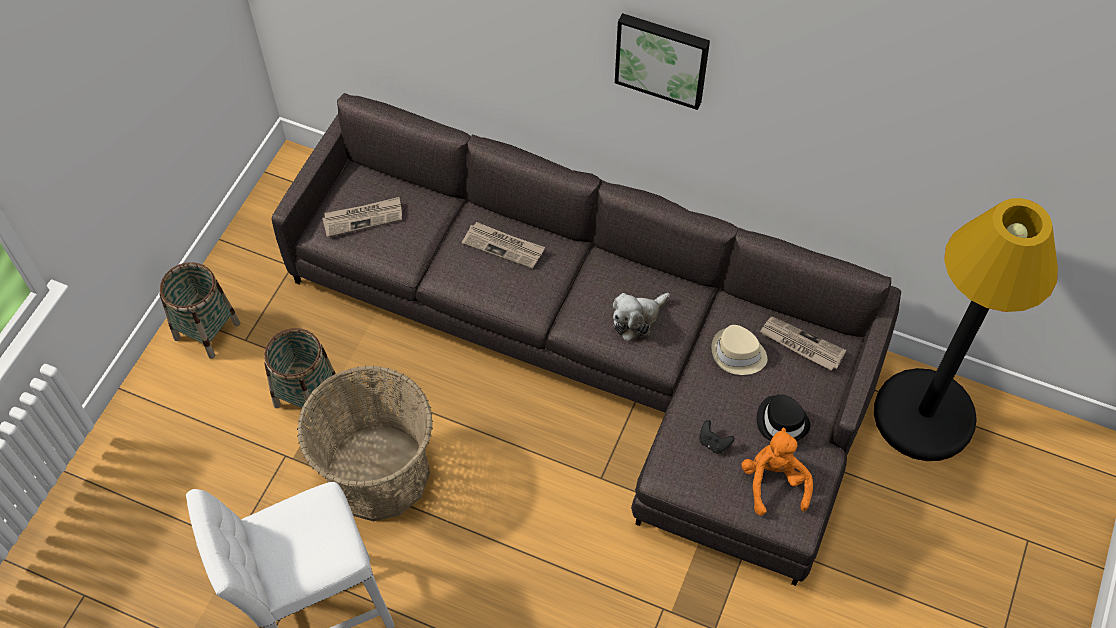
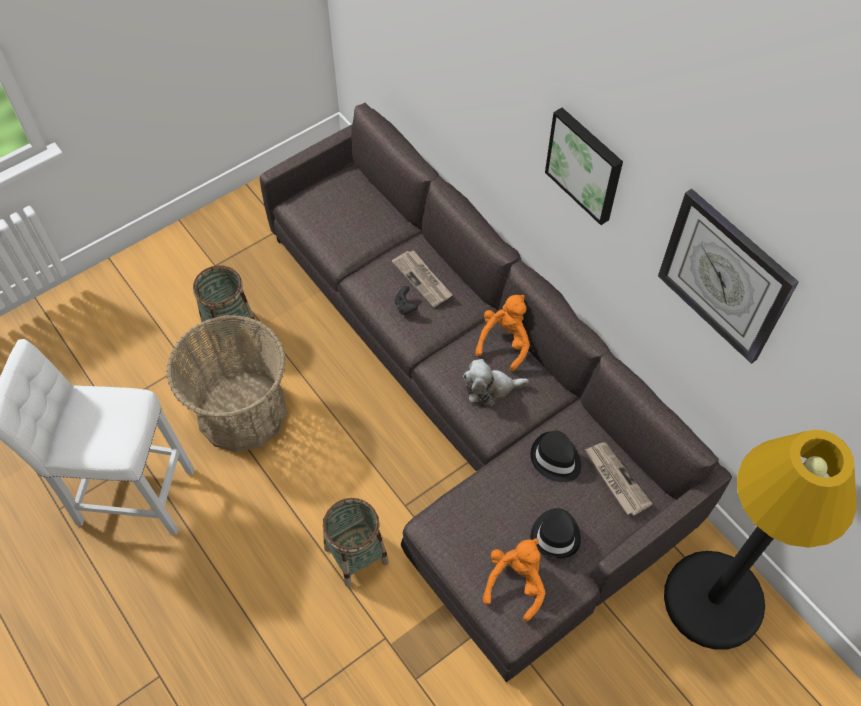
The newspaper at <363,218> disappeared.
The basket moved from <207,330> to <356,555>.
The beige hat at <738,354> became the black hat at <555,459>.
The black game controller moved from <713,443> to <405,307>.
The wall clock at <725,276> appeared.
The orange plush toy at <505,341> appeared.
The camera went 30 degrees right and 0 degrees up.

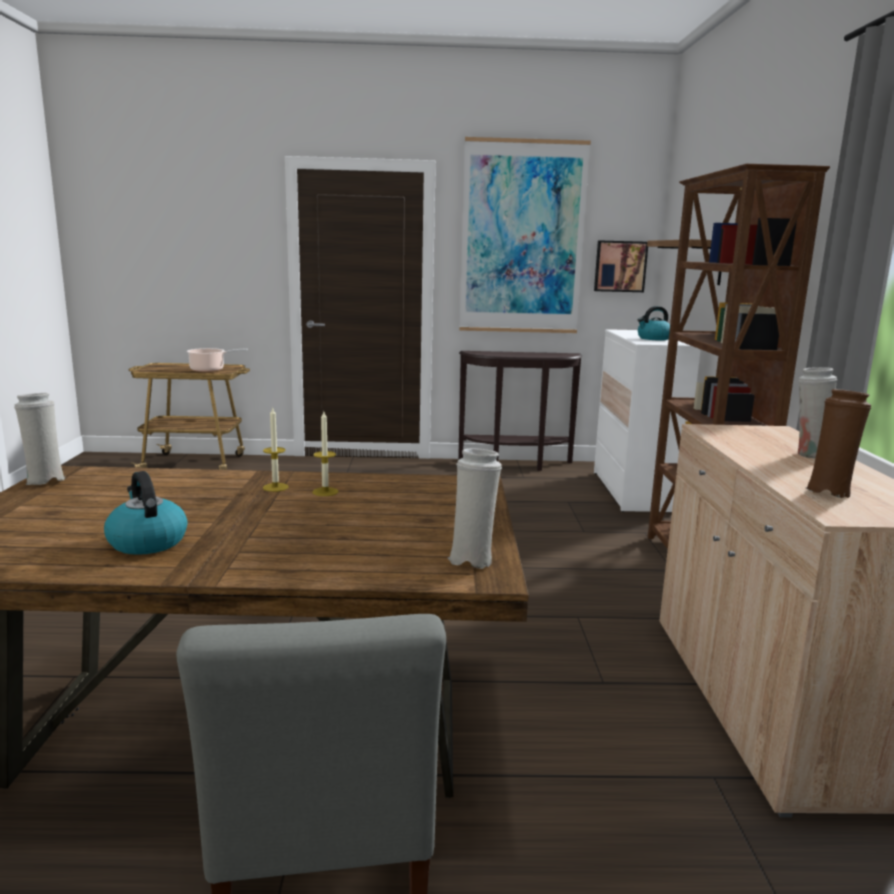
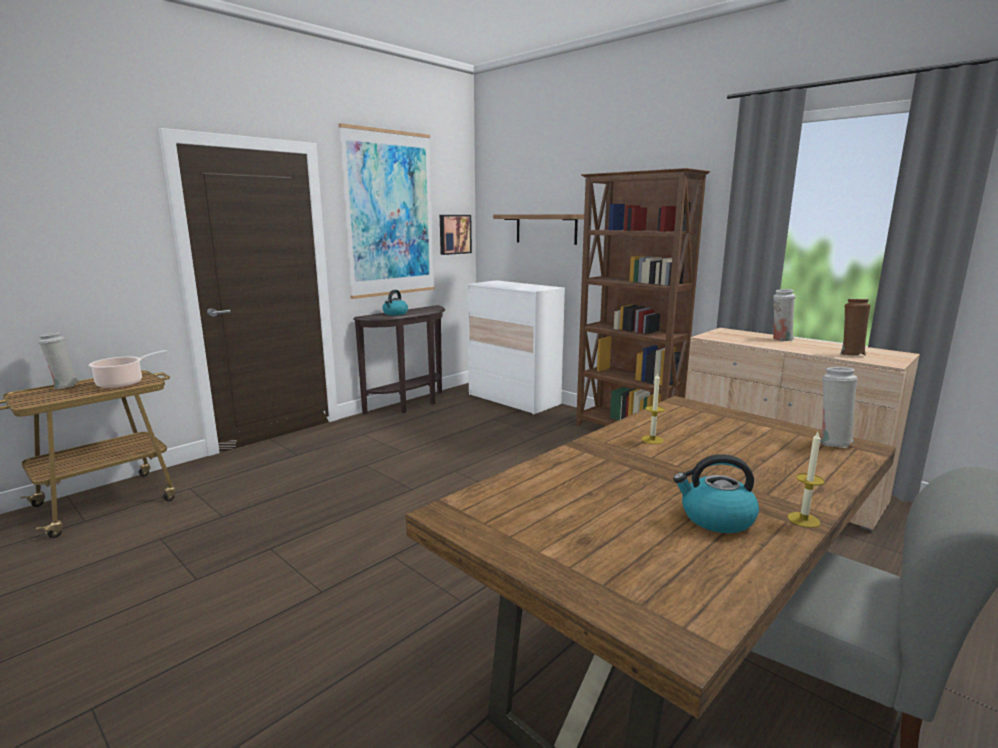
The kettle moved from <653,338> to <395,314>.
The white vase moved from <44,480> to <64,386>.
The candle moved from <275,487> to <803,520>.
The camera went 45 degrees left and 0 degrees up.

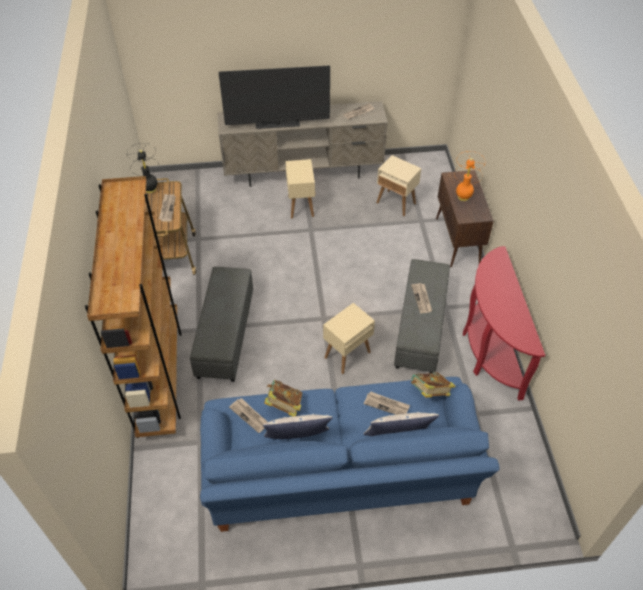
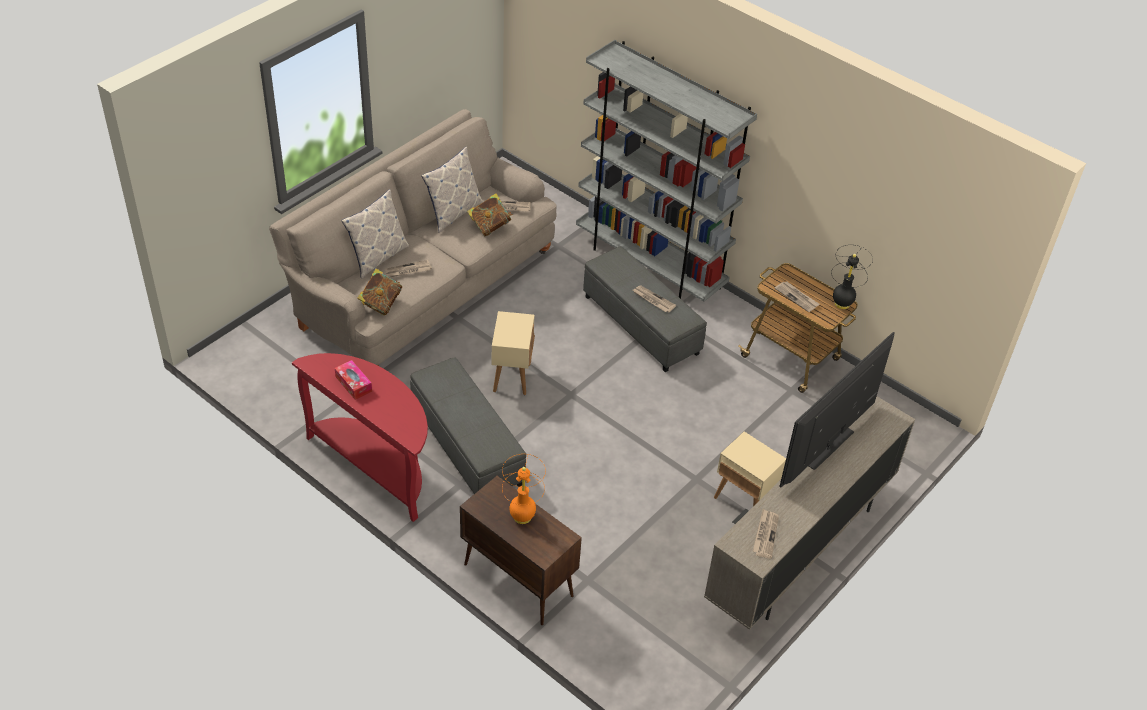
The beige side table at <396,203> disappeared.
The brown bookcase at <160,376> became the grey bookcase at <650,264>.
The newspaper moved from <422,299> to <653,300>.
The blue sofa at <340,476> became the beige sofa at <422,287>.
The tissue box at <353,384> appeared.
The camera went 135 degrees right and 5 degrees down.

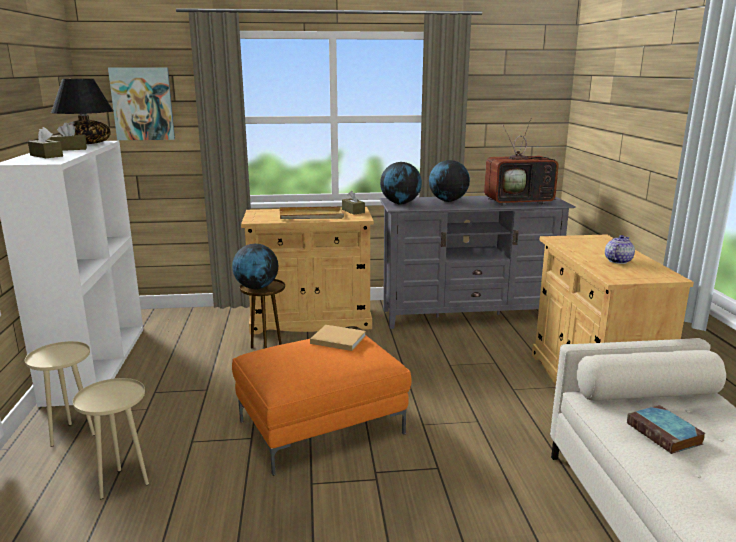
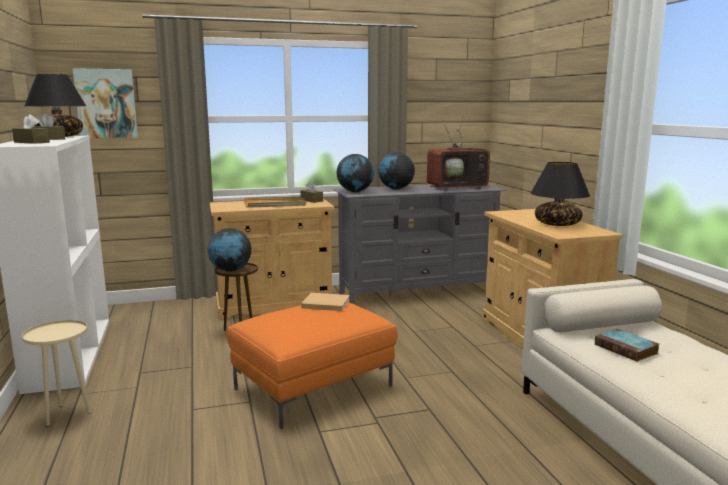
The teapot at <617,261> was replaced by the black table lamp at <557,224>.
The beige side table at <123,484> disappeared.
The camera went 10 degrees left and 5 degrees down.

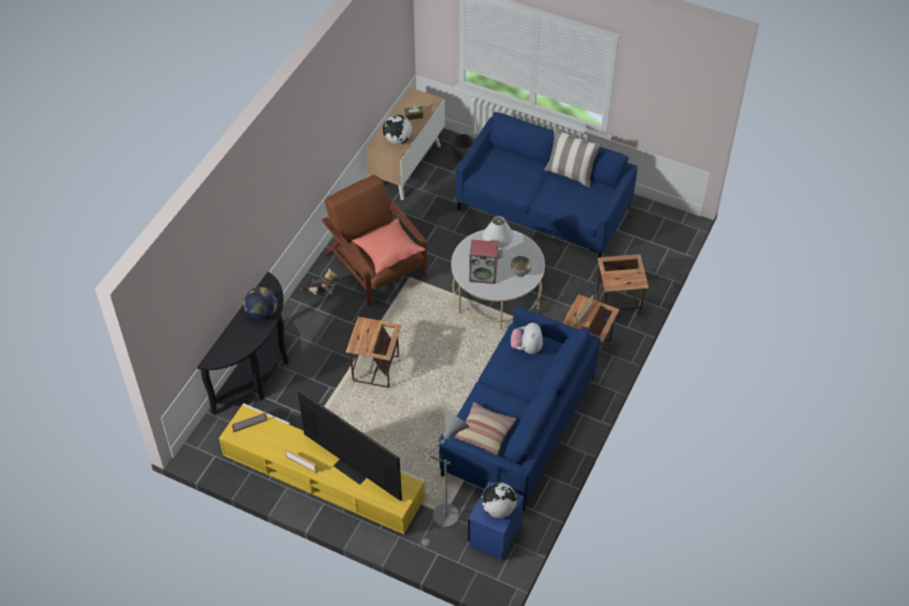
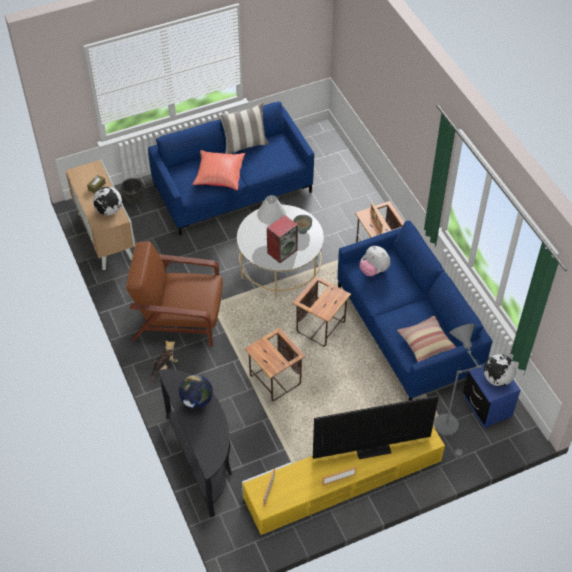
The red pillow moved from <388,253> to <219,176>.
The side table moved from <619,304> to <321,327>.
The camera went 50 degrees left and 0 degrees up.

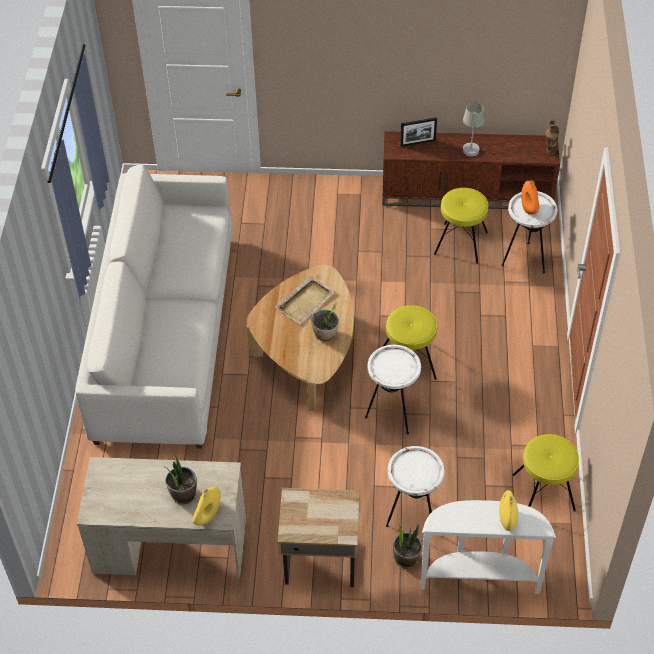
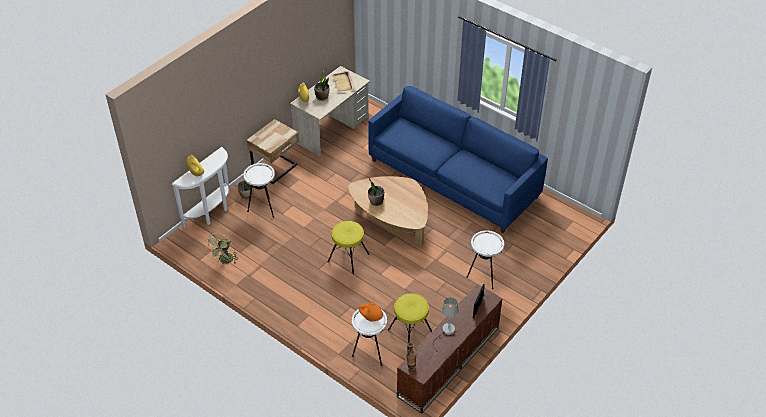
The white sofa at <165,335> became the blue sofa at <453,179>.
The beige tray moved from <305,301> to <343,83>.
The white side table moved from <392,415> to <483,277>.
The yellow stool at <543,492> was replaced by the green fan at <225,261>.
The camera went 125 degrees right and 5 degrees down.

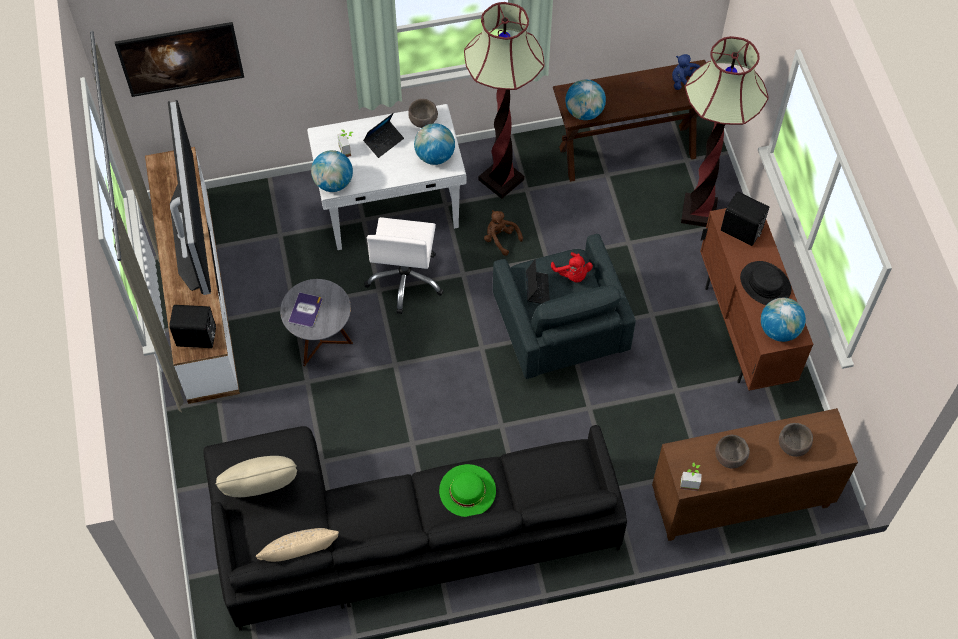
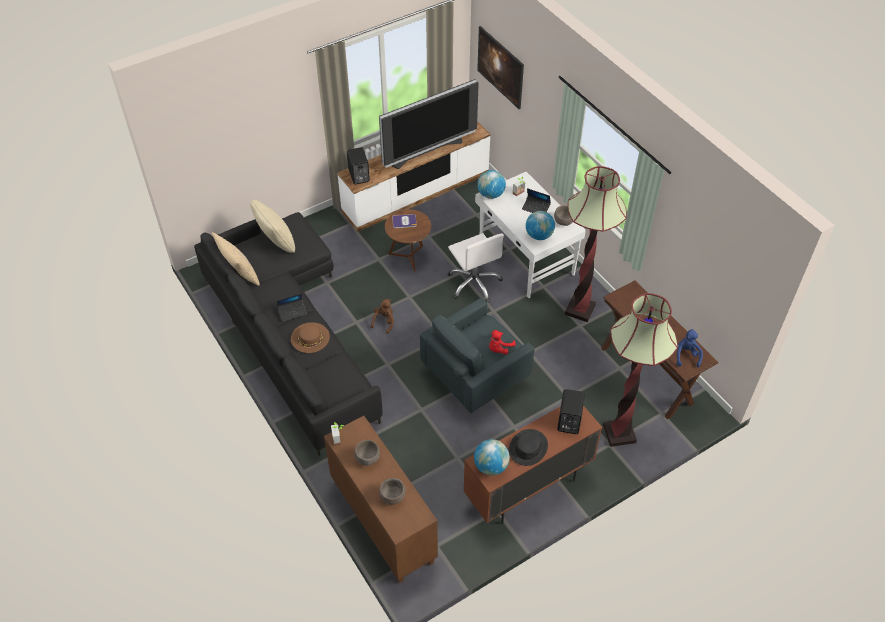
The globe at <584,112> disappeared.
The brown plush toy moved from <500,239> to <384,321>.
The white office chair at <406,279> turned 105 degrees counterclockwise.
The laptop moved from <537,289> to <292,312>.
The grey side table at <321,342> became the brown side table at <409,257>.
The green hat at <467,490> became the brown hat at <310,337>.
The camera went 70 degrees right and 10 degrees down.

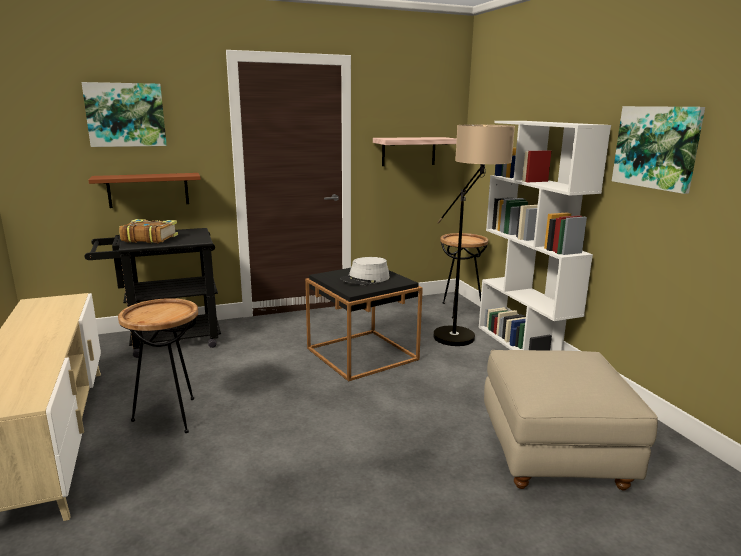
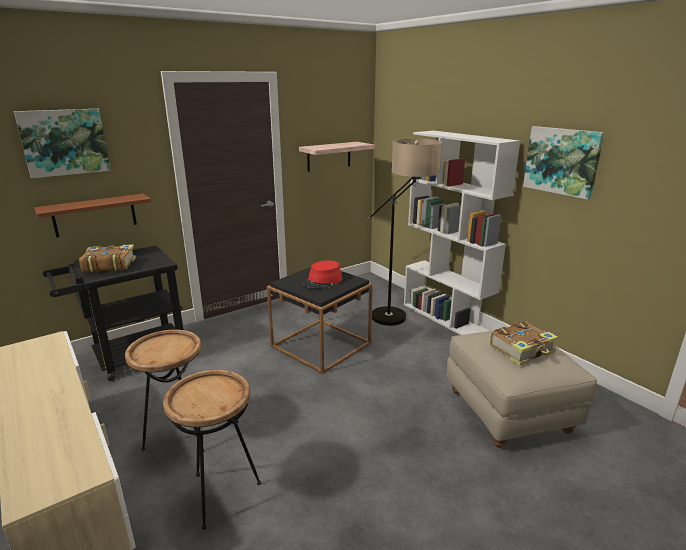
The brown side table moved from <459,310> to <220,494>.
The grey hat at <365,279> became the red hat at <322,281>.
The book at <522,350> appeared.
The camera went 15 degrees left and 5 degrees up.

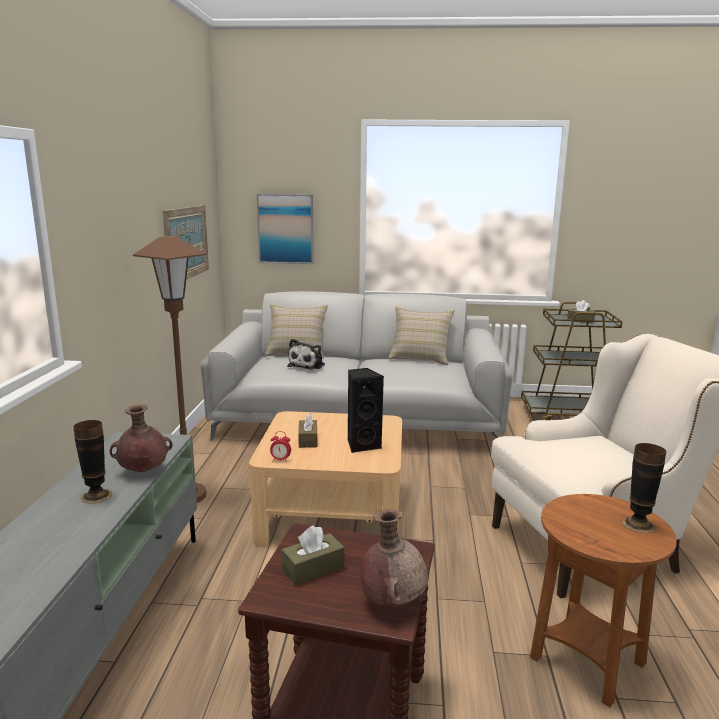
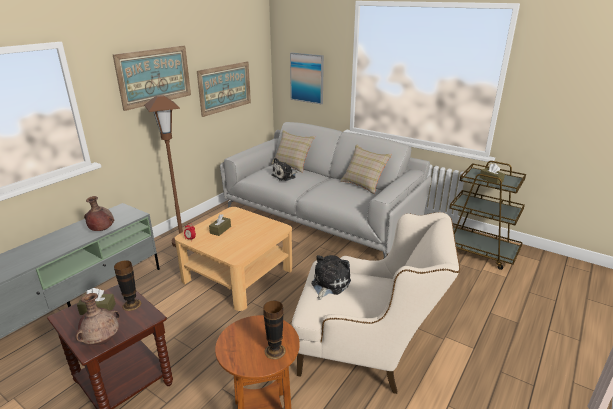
The black speaker at <362,445> disappeared.
The vase moved from <96,496> to <131,304>.
The picture at <154,76> appeared.
The plush toy at <329,284> appeared.
The camera went 30 degrees right and 10 degrees up.

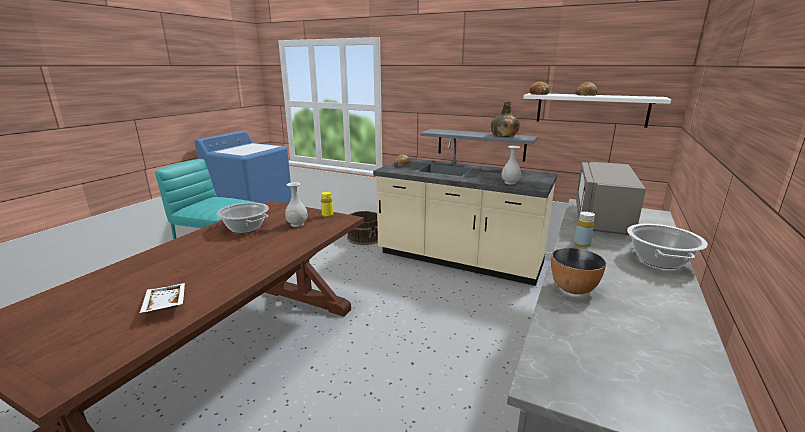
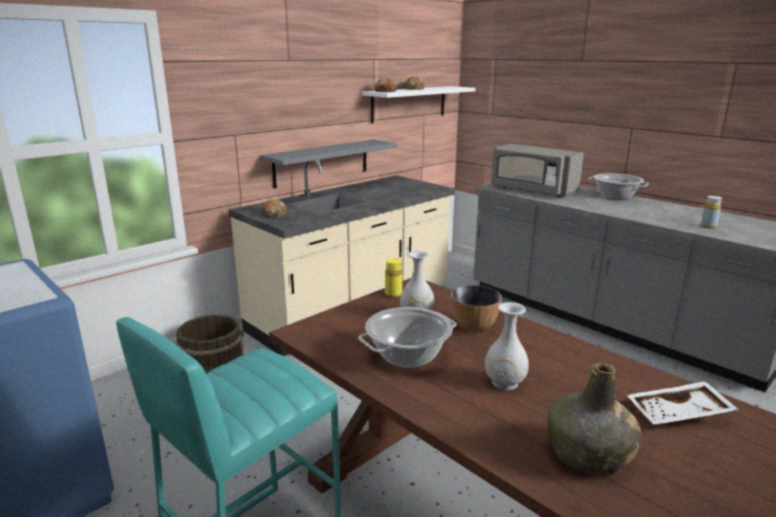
The green bottle moved from <504,135> to <588,455>.
The white vase moved from <510,183> to <504,382>.
The yellow bottle moved from <582,244> to <708,226>.
The bowl moved from <573,289> to <474,326>.
The camera went 70 degrees left and 0 degrees up.

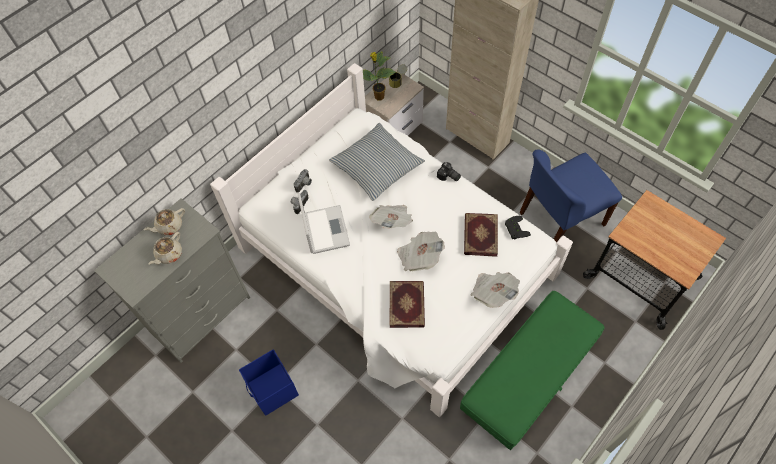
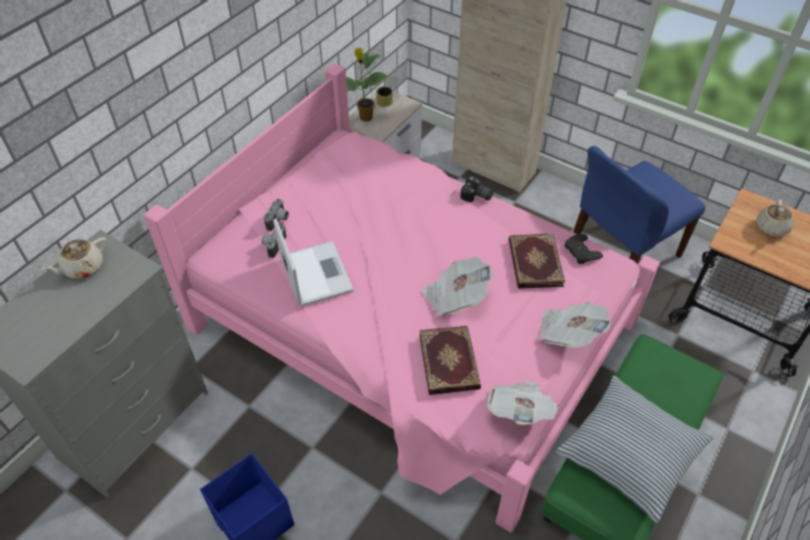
The white bed at <396,263> became the pink bed at <413,327>.
The pillow moved from <376,167> to <630,452>.
The newspaper moved from <392,221> to <520,411>.
The beige teapot moved from <169,254> to <771,228>.
The camera went 10 degrees left and 10 degrees down.

